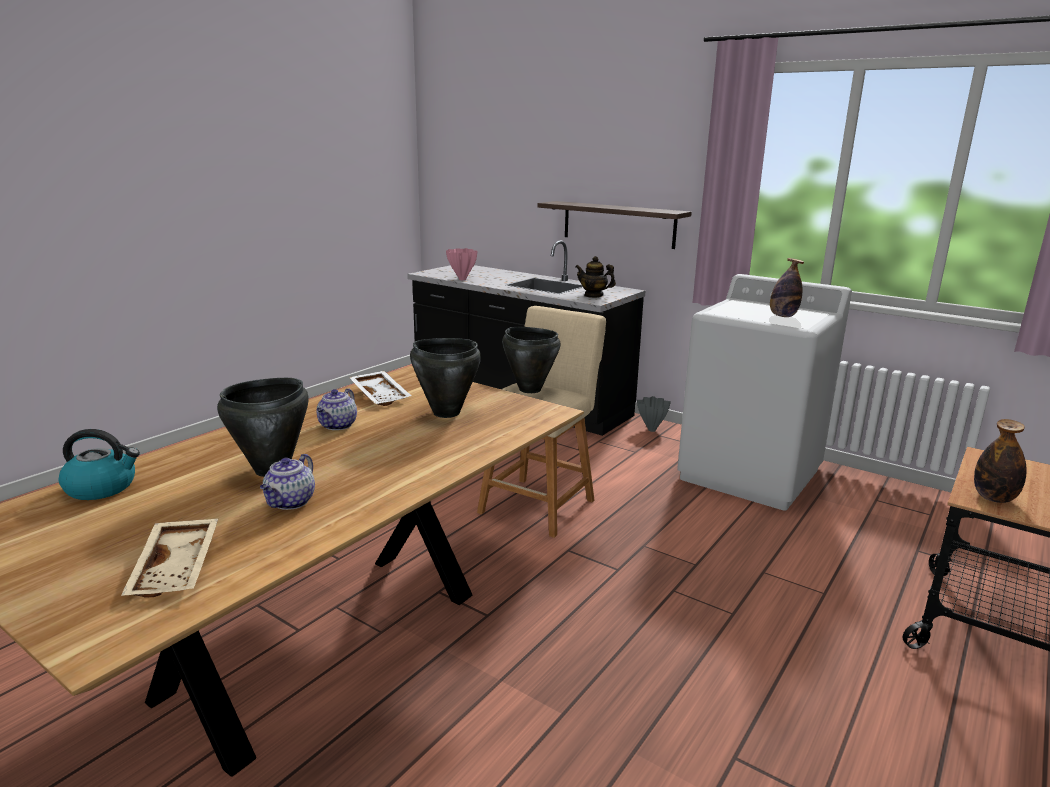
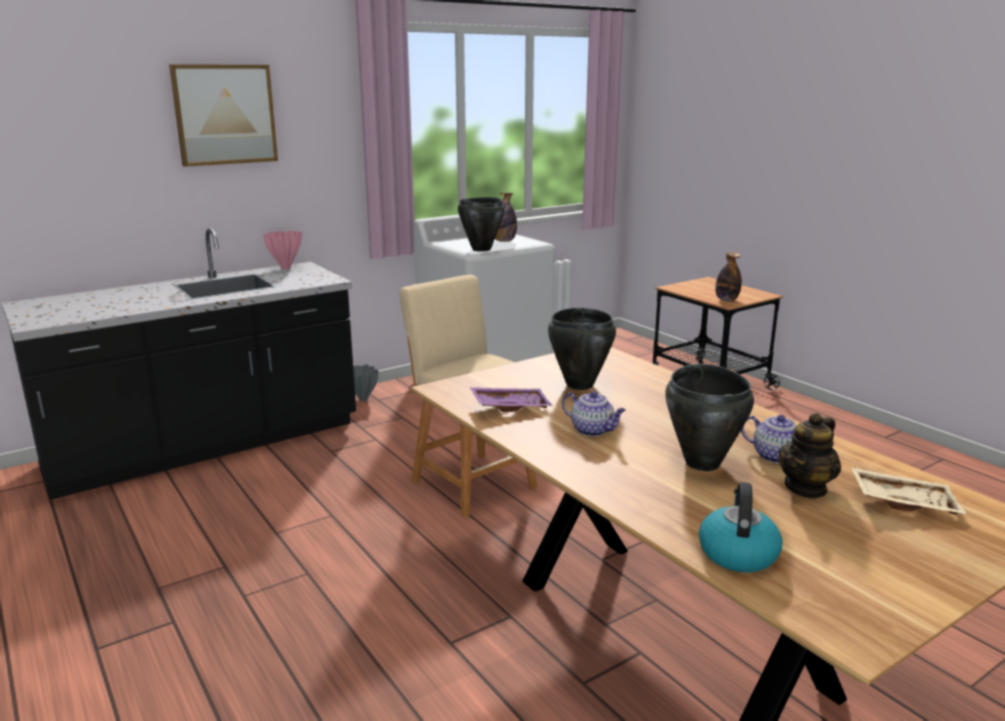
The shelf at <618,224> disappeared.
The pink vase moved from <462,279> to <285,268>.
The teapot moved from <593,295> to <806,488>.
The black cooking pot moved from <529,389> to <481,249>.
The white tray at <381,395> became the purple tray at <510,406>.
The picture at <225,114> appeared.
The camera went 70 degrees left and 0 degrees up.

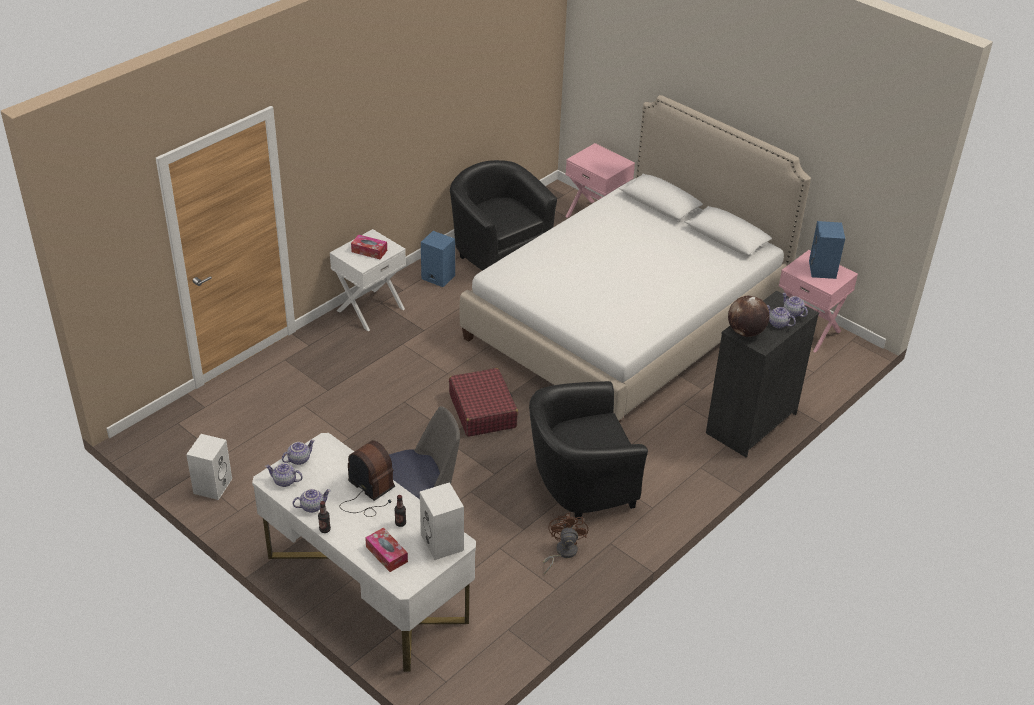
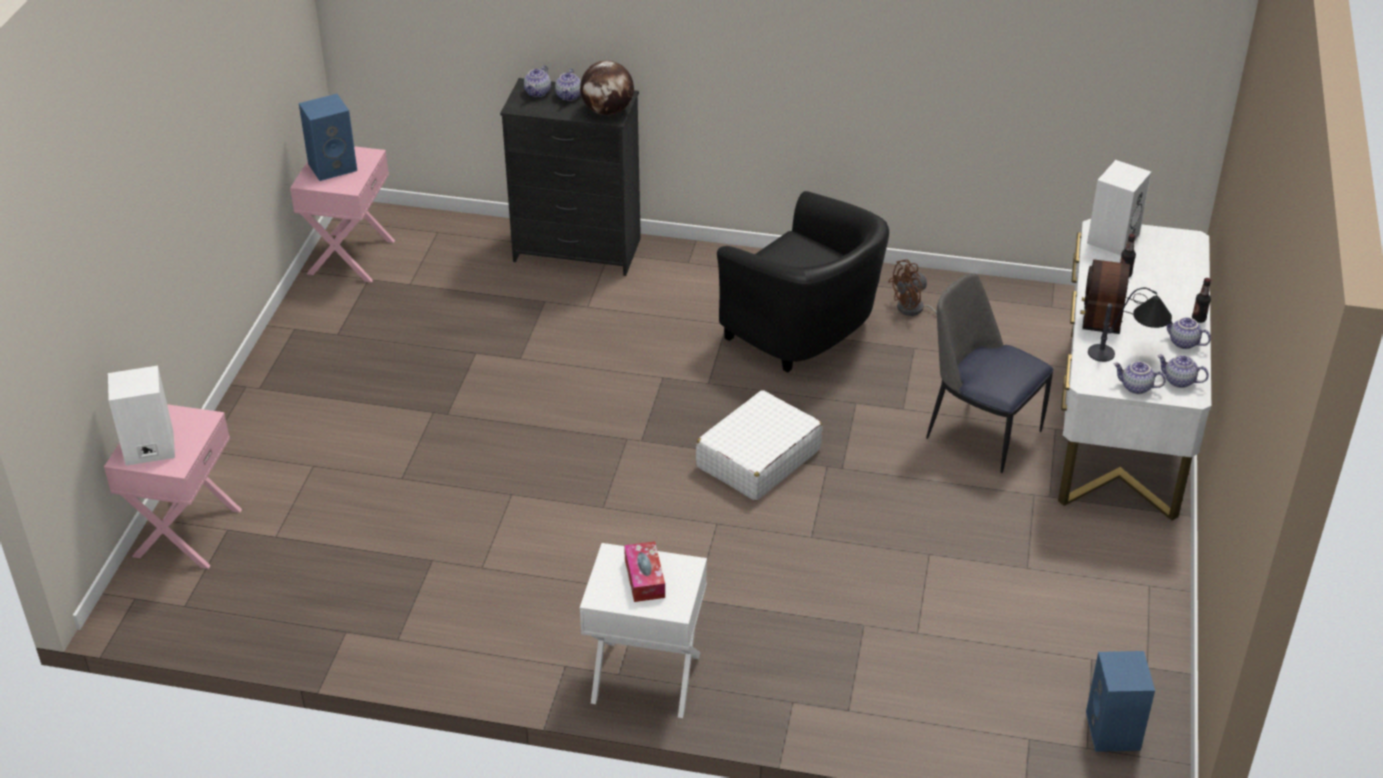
The bed at <626,320> disappeared.
The black armchair at <498,252> disappeared.
The blue speaker moved from <437,277> to <1114,732>.
The red suitcase at <482,410> became the white suitcase at <758,458>.
The white speaker moved from <212,485> to <148,448>.
The teapot at <284,481> turned 135 degrees clockwise.
The tissue box at <386,554> disappeared.
The table lamp at <1128,353> appeared.
The camera went 120 degrees left and 0 degrees up.

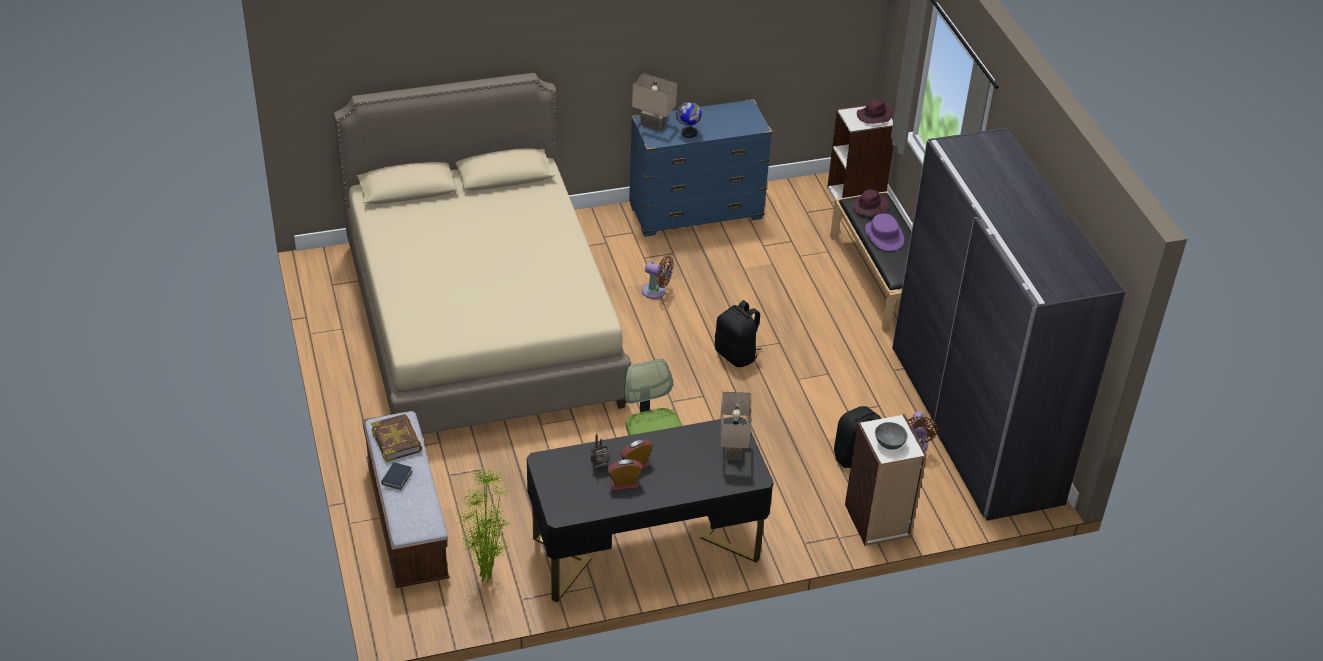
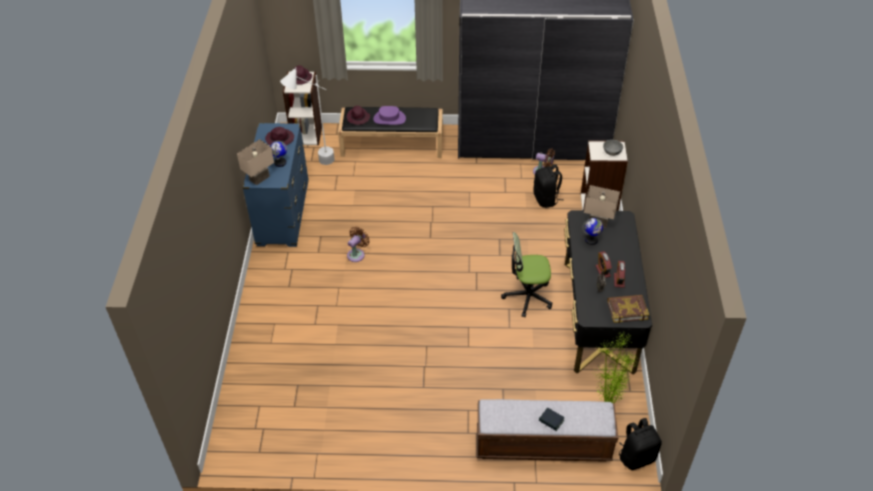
The beige bed at <481,323> disappeared.
The black backpack moved from <736,355> to <636,456>.
The book moved from <397,440> to <627,310>.
The white floor lamp at <315,164> appeared.
The purple hat at <280,139> appeared.
The globe at <591,240> appeared.
The camera went 70 degrees left and 5 degrees up.

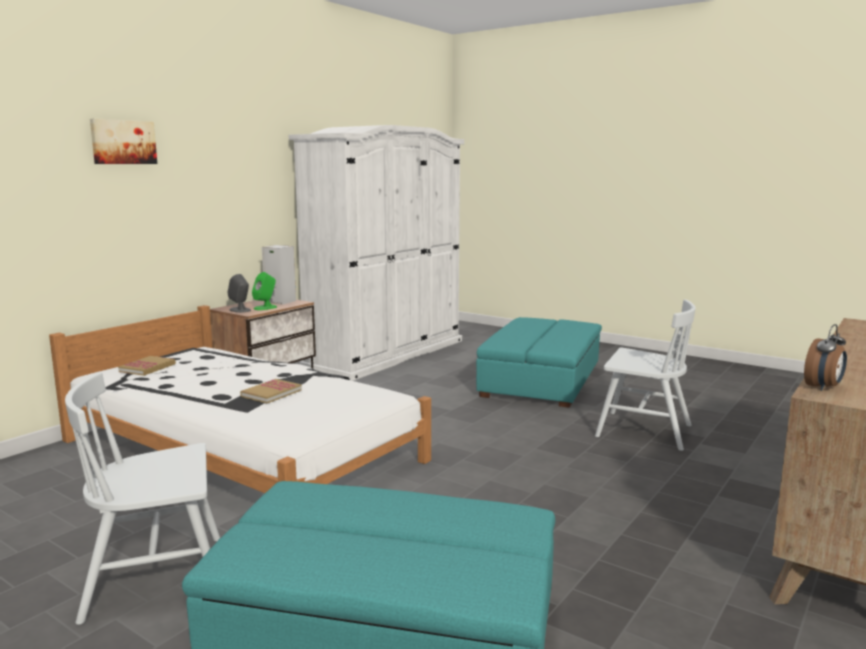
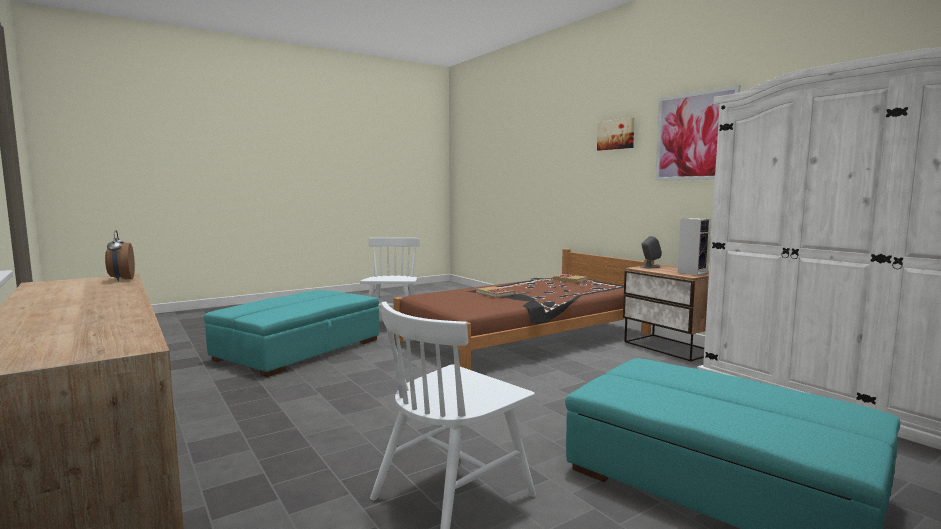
The green speaker at <265,307> disappeared.
The white bed at <240,450> became the brown bed at <525,337>.
The picture at <695,136> appeared.
The camera went 110 degrees right and 5 degrees down.

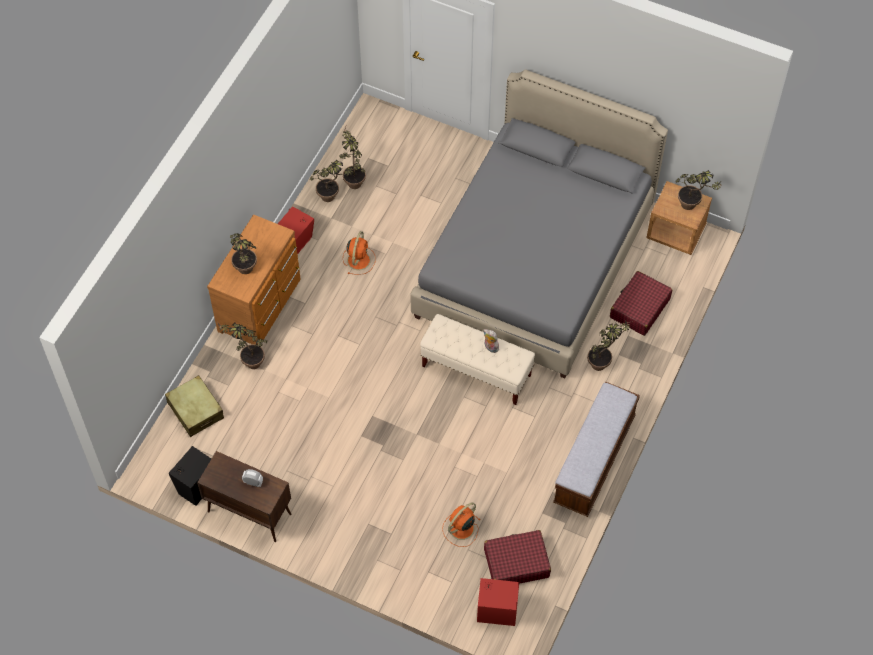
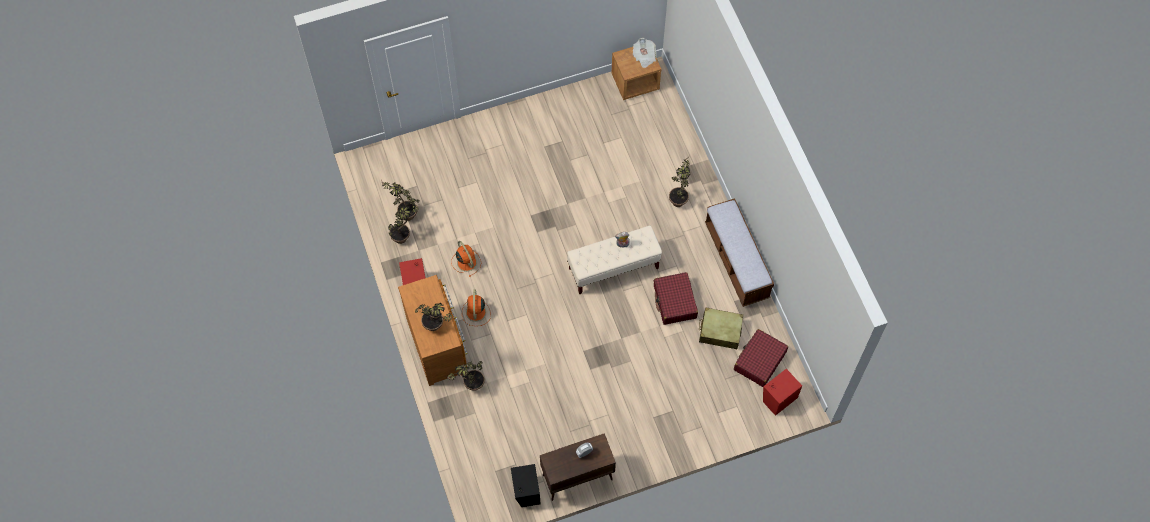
The grey bed at <534,261> disappeared.
The potted plant at <692,207> was replaced by the newspaper at <644,57>.
The red suitcase moved from <639,308> to <674,302>.
The beige suitcase moved from <195,410> to <720,331>.
The orange fan moved from <460,529> to <476,313>.
The camera went 45 degrees left and 5 degrees up.

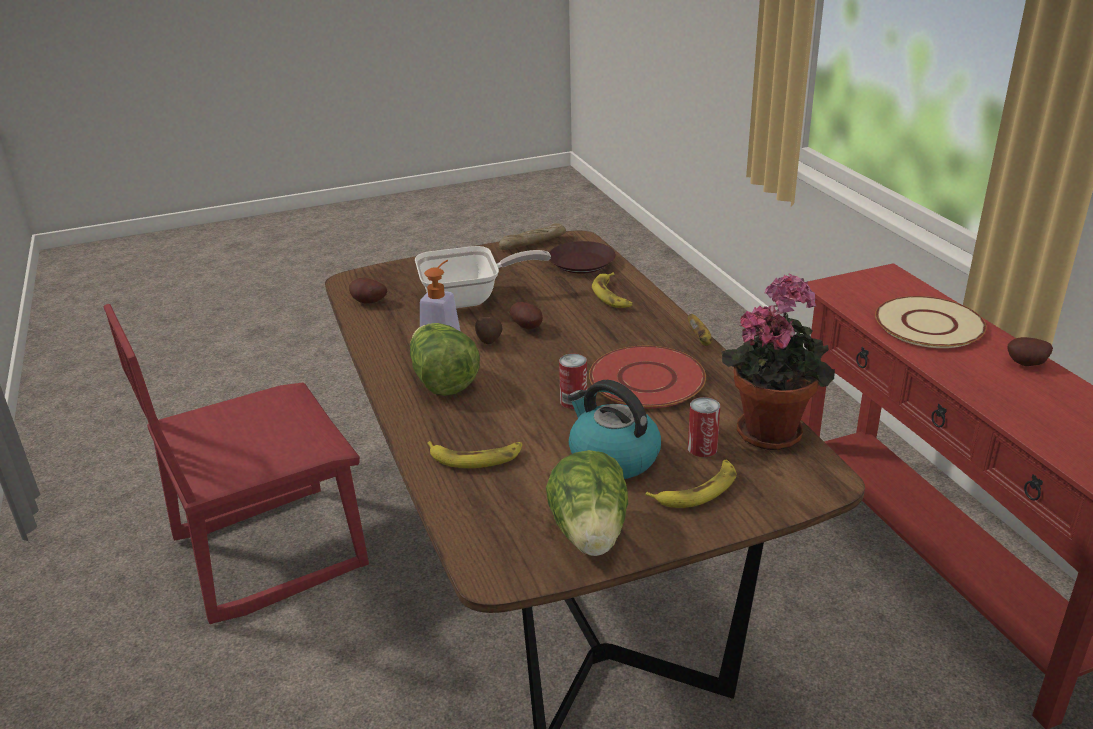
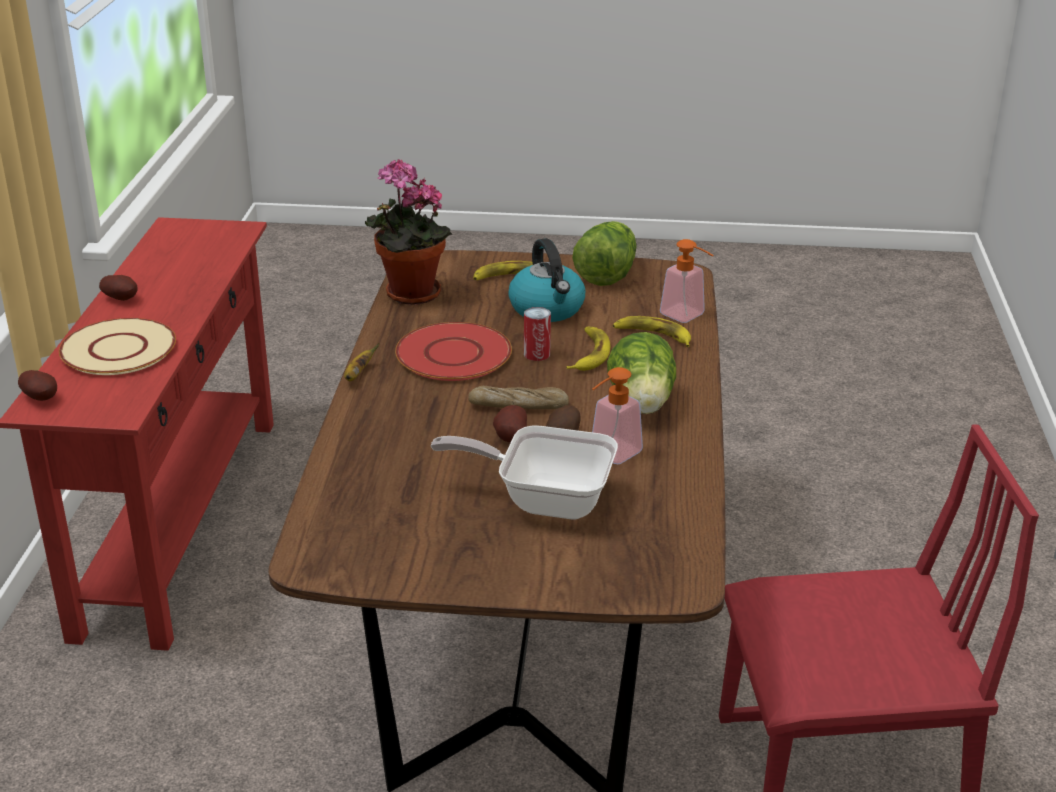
The bread moved from <532,243> to <518,406>.
The brown plate at <582,263> disappeared.
The banana moved from <612,295> to <589,354>.
The potato moved from <368,303> to <42,398>.
The can at <702,448> disappeared.
The soap dispenser at <688,316> appeared.
The camera went 155 degrees left and 0 degrees up.

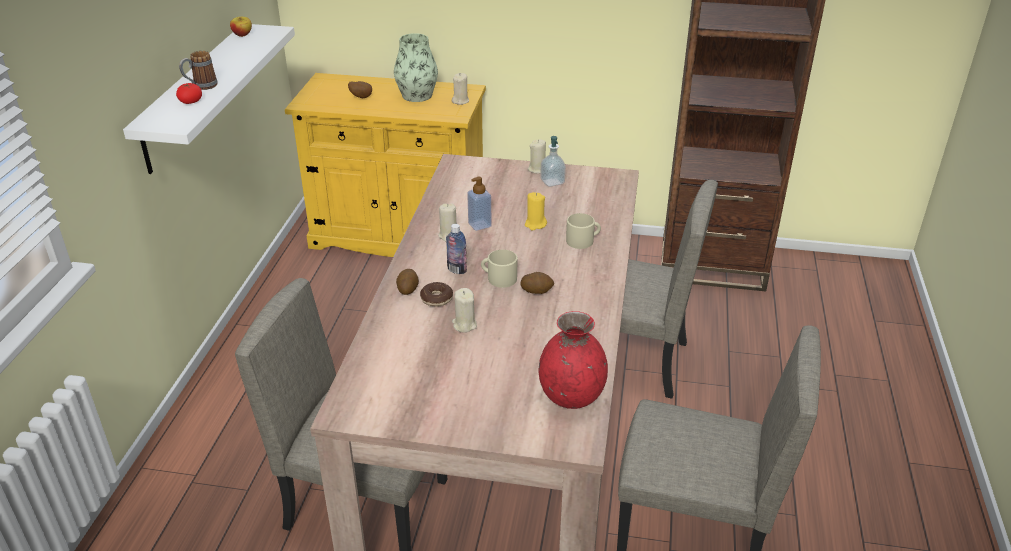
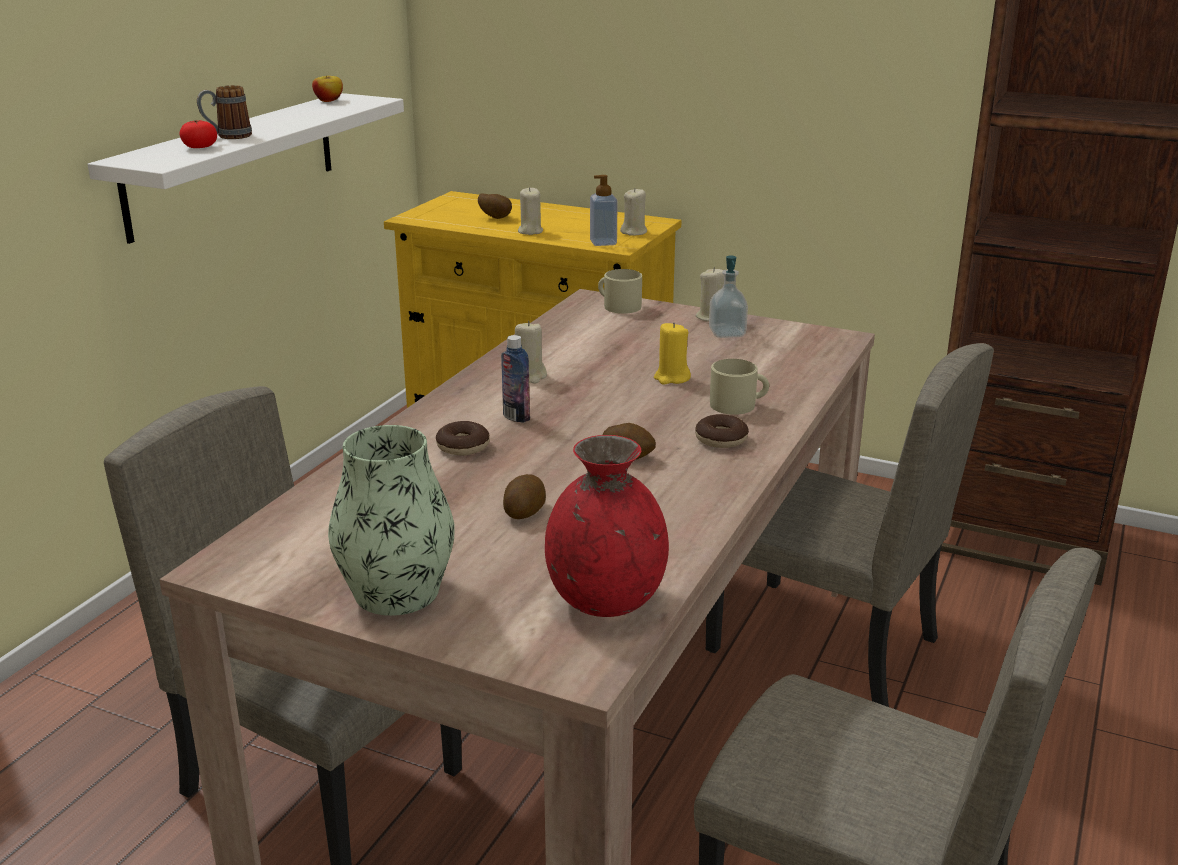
The vase moved from <417,95> to <397,592>.
The soap dispenser moved from <479,225> to <603,242>.
The beige mug moved from <498,278> to <618,306>.
The potato moved from <407,289> to <524,511>.
The beige candle moved from <464,325> to <530,231>.
The donut at <721,439> appeared.
The camera went 15 degrees right and 10 degrees down.

